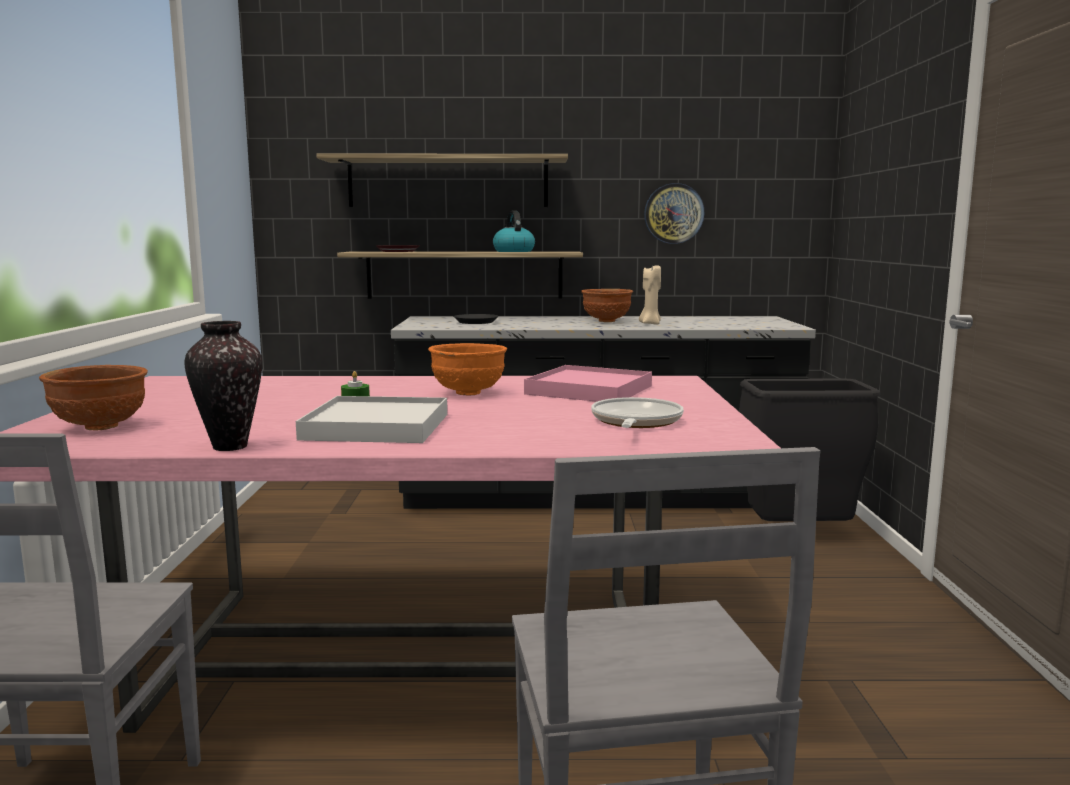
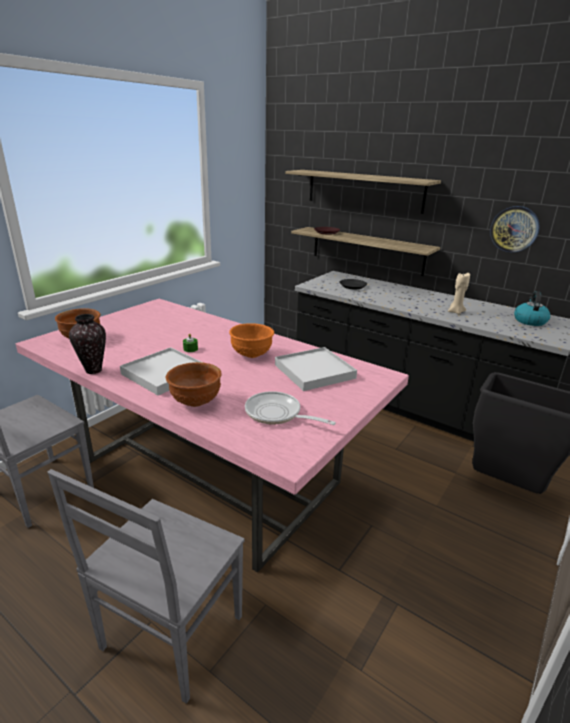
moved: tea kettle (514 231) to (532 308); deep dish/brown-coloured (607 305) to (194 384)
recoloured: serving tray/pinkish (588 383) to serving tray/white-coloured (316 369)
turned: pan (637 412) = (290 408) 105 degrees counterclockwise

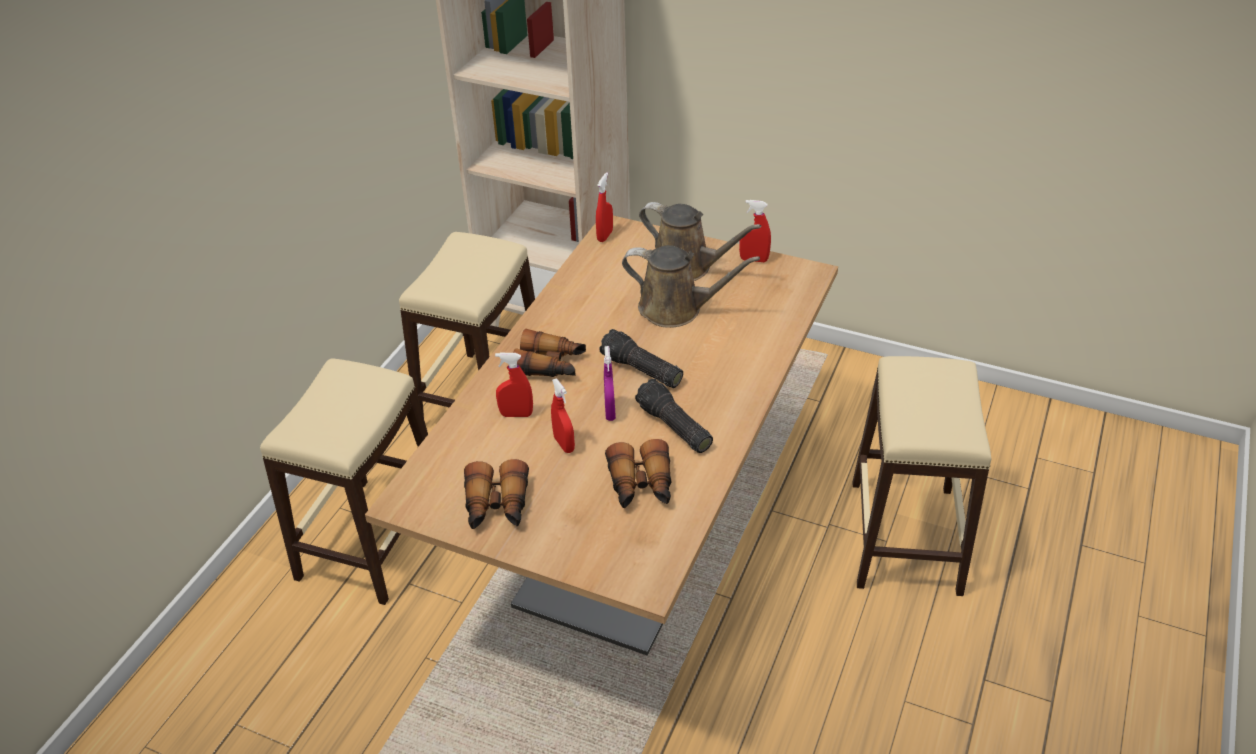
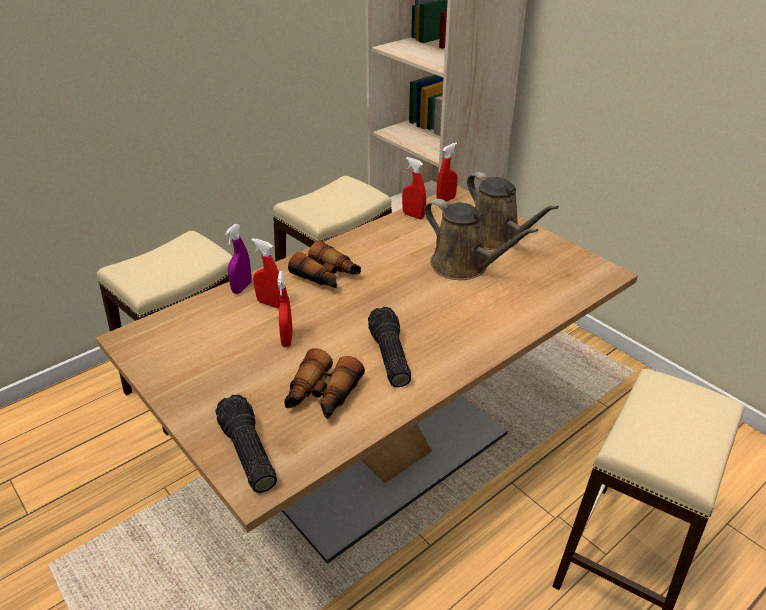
removed: binoculars (496 494)
moved: flashlight (641 358) to (246 443); spray bottle/purplish (610 383) to (238 259); spray bottle/reddish (755 231) to (414 188)

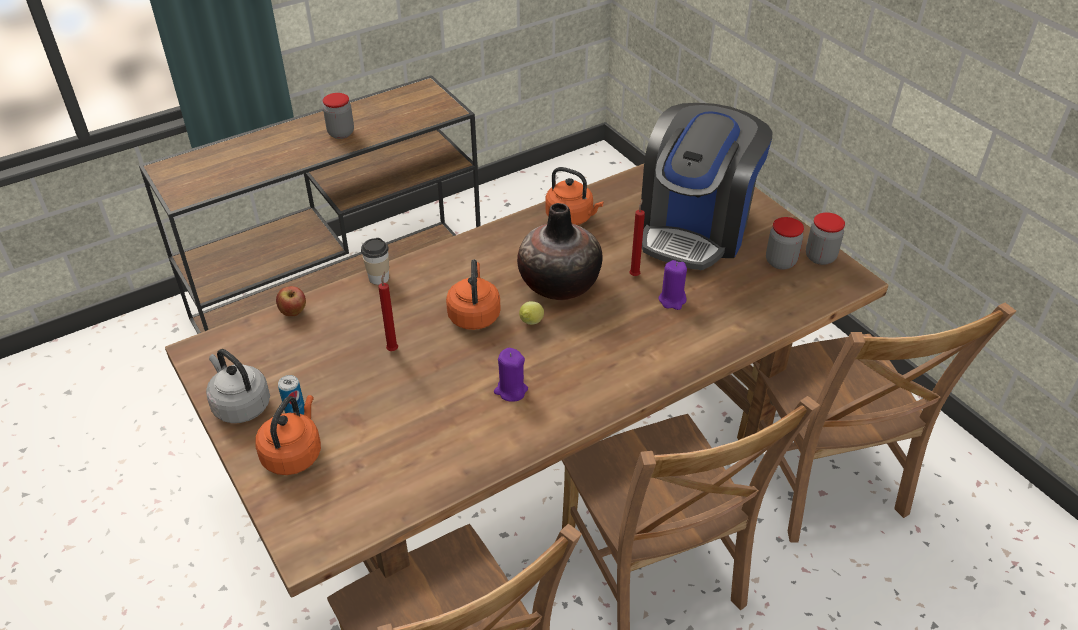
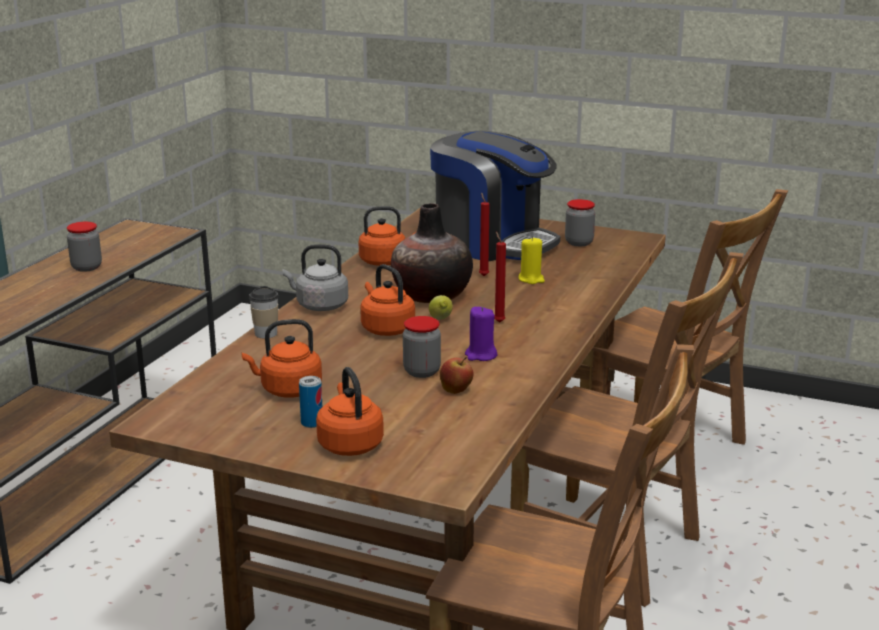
added: tea kettle/orange (282 358)
moved: tea kettle/grey (238 386) to (315 277); whole apple (291 301) to (457 375); wax candle/reddish (388 311) to (500 277); storage jar (825 238) to (422 347)
recoloured: wax candle/purplish (672 285) to wax candle/yellow-coloured (532 260)
turned: coffee maker (707 186) = (495 196) 45 degrees counterclockwise

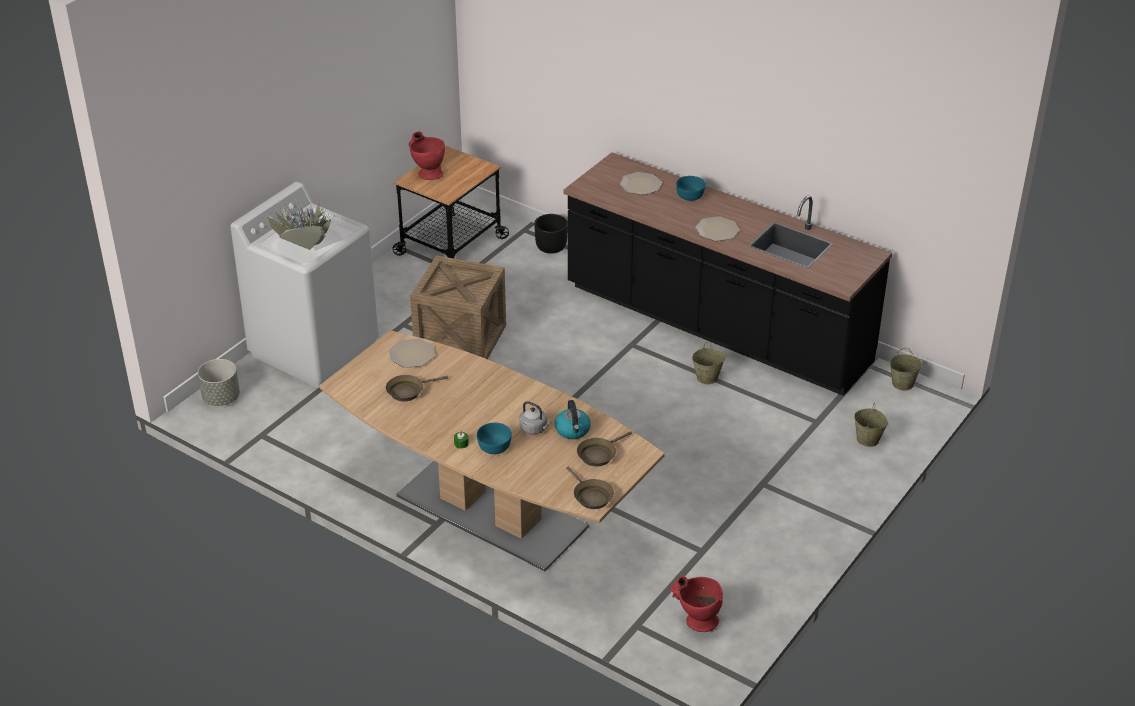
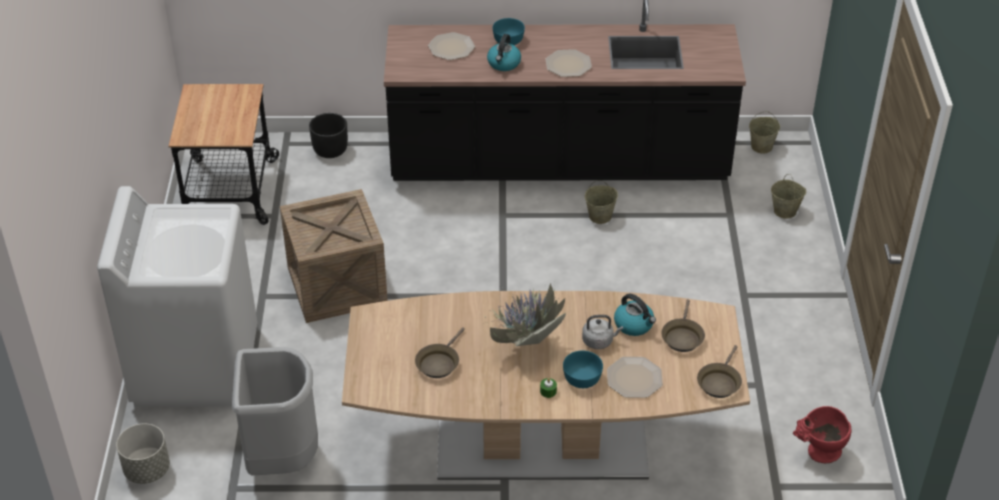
removed: vase/reddish (426 155)
added: rubbish bin/grey (275 411); tea kettle (504 52)
moved: plant in a pot (298 224) to (524 314); flat dish (412 353) to (635 377)
turned: pan/brown-coloured (590 488) = (719 371) 90 degrees clockwise

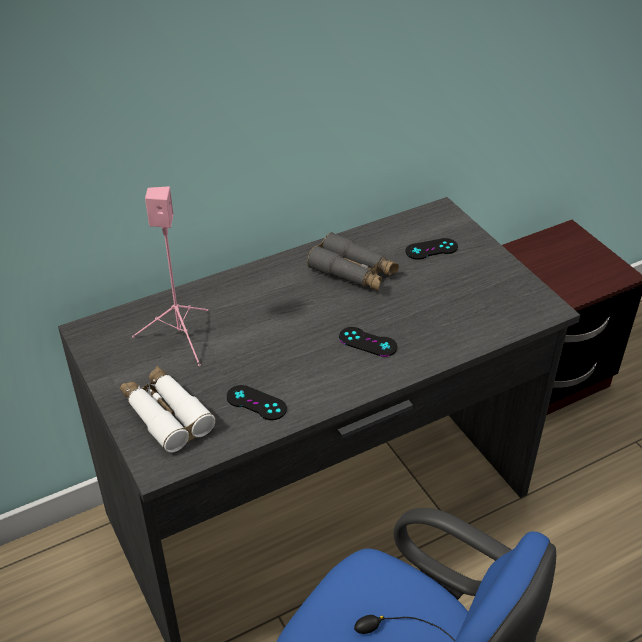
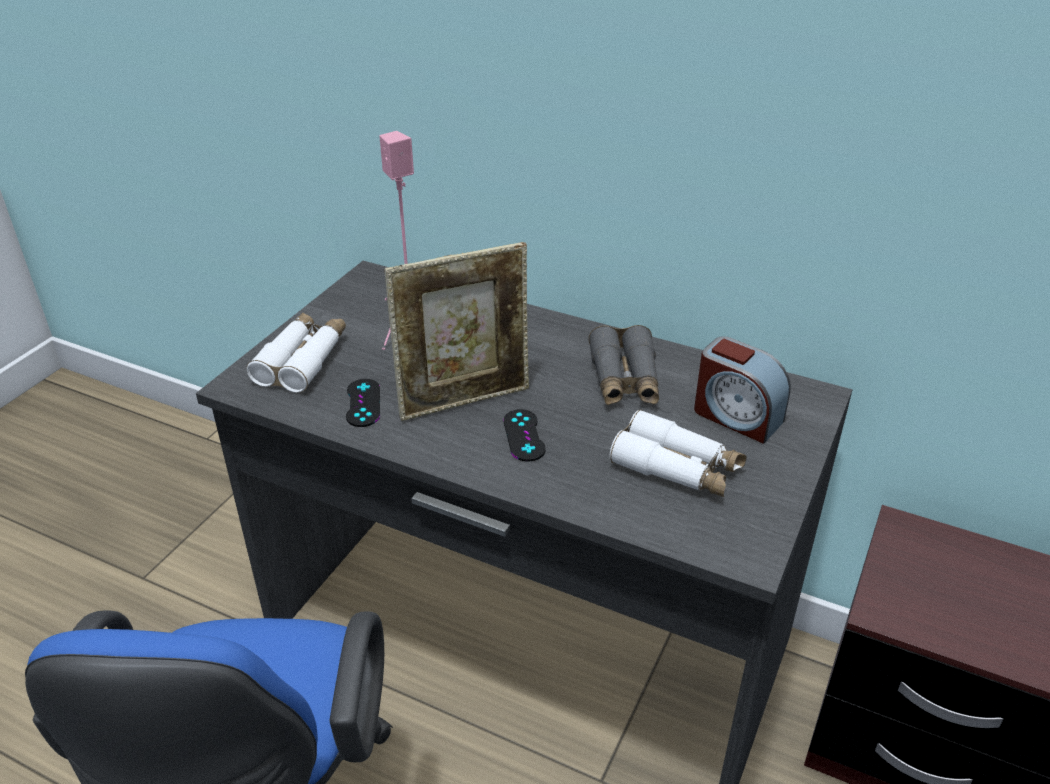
added: picture frame (456 331); binoculars/white-coloured (678 453)
replaced: game controller/black-coloured (432 249) to table clock (742 390)

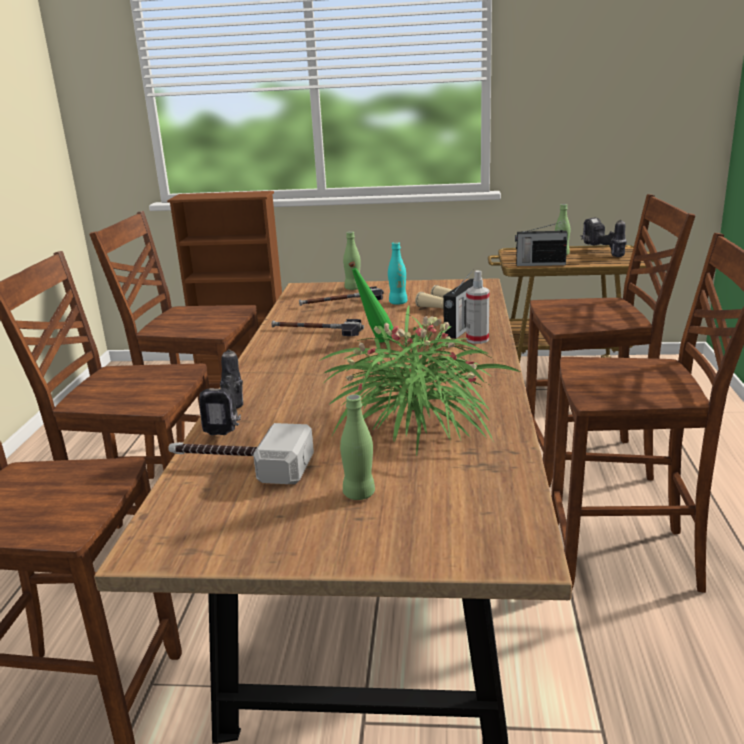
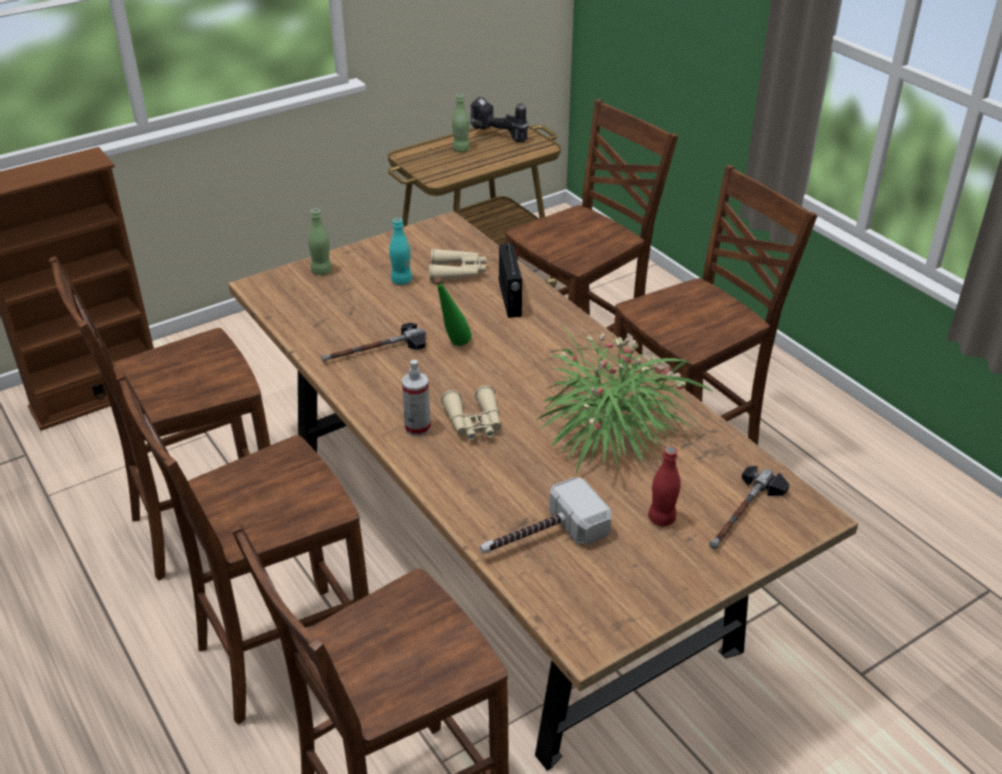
removed: power drill (221 392); radio receiver (541 244)
added: binoculars/beige (471 412)
moved: hand hammer (341 296) to (749 507); spray bottle (477 307) to (416 398)
recoloured: drink bottle/green-coloured (357 447) to drink bottle/reddish (664 486)

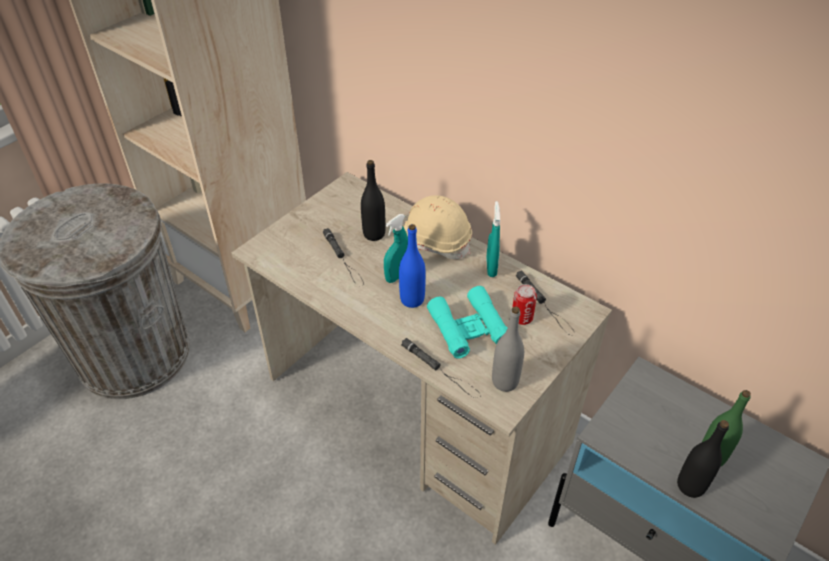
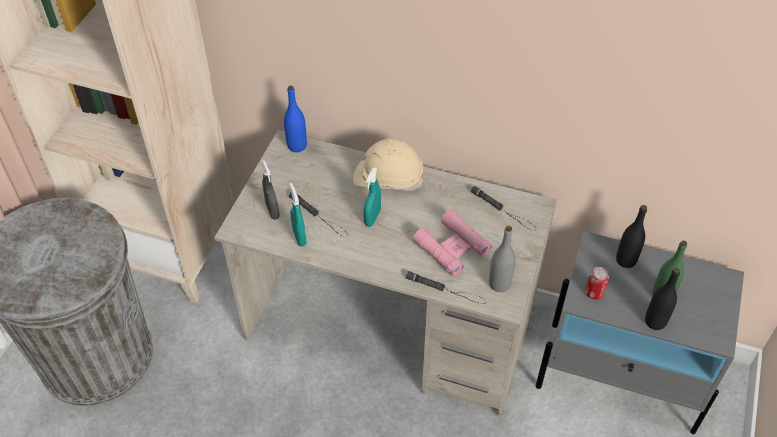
added: spray bottle/grey (270 190)
moved: drink bottle/black-coloured (373 200) to (631 236); drink bottle/blue (412 266) to (295 119); spray bottle/blue-green (493 239) to (298 215); metal can (524 304) to (597 283)
recoloured: binoculars/blue-green (467 322) to binoculars/pinkish (452 242)

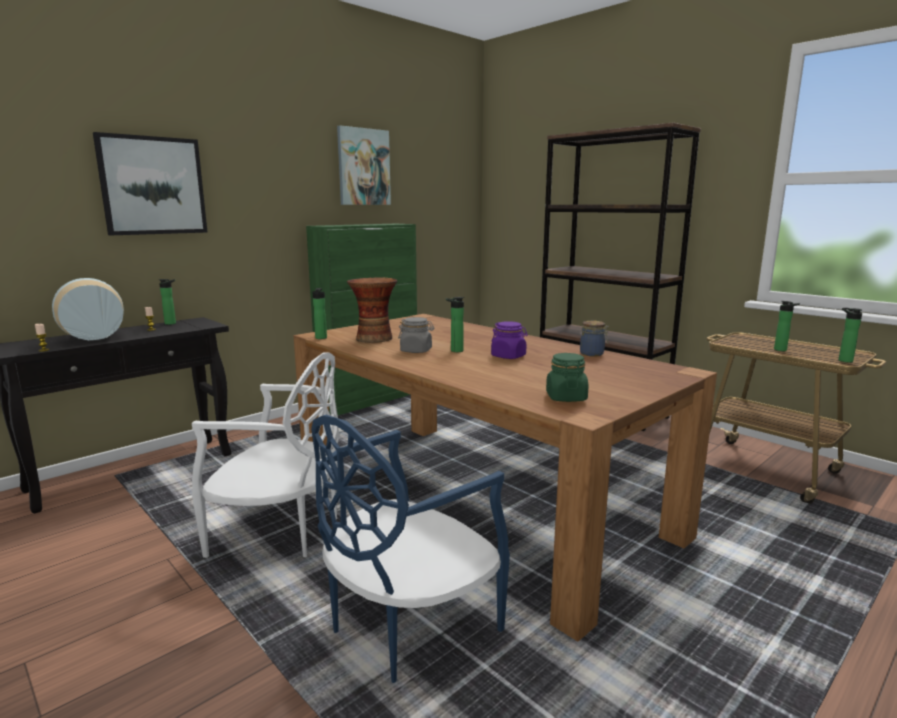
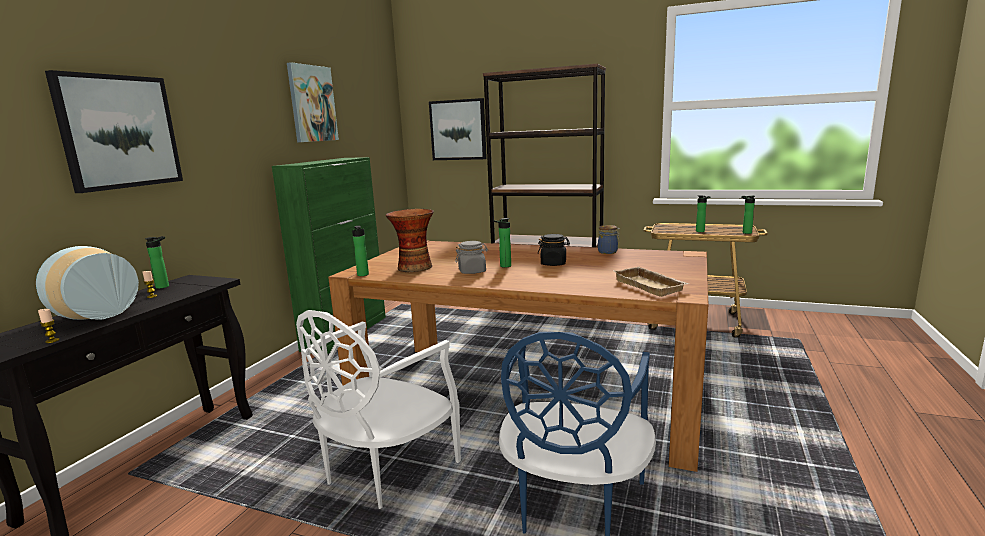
added: picture (458 129)
replaced: storage jar/green-coloured (567 377) to serving tray/beige (651 282)
recoloured: storage jar/purplish (509 340) to storage jar/black-coloured (554 250)
turned: plain chair/white-coloured (266 455) = (378 409) 135 degrees clockwise

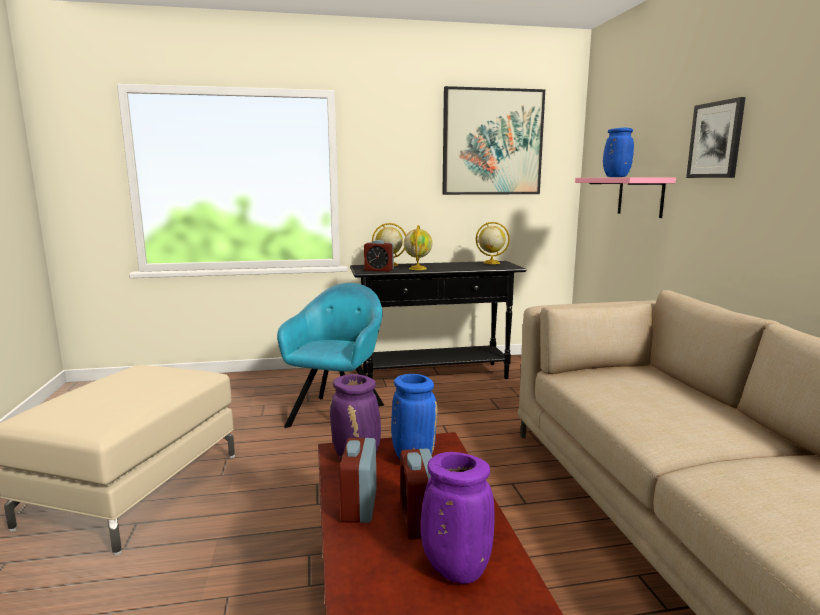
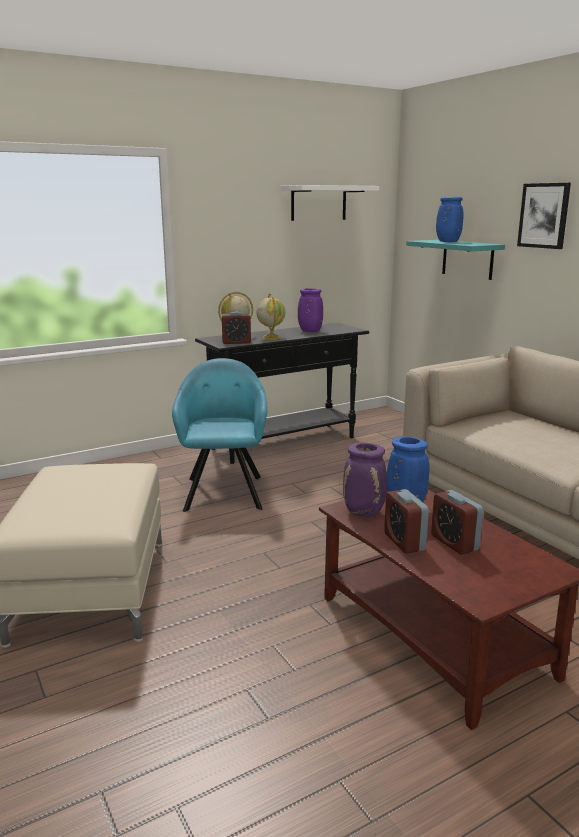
removed: desk globe (493 243)
moved: vase/purplish (458 518) to (310 310)
replaced: picture (493 140) to shelf/white-coloured (329 203)
recoloured: shelf/pinkish (625 197) to shelf/blue-green (455 260)

